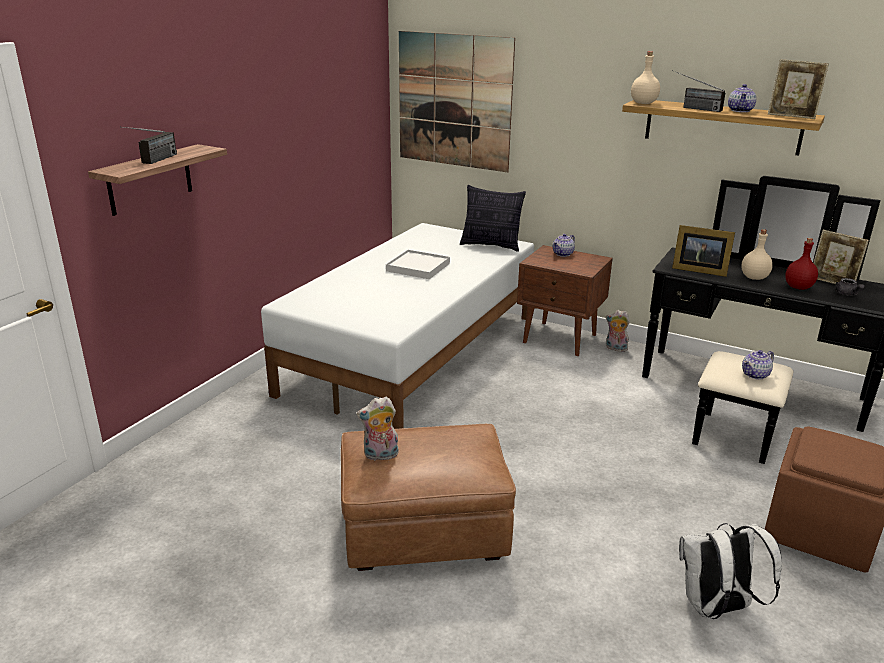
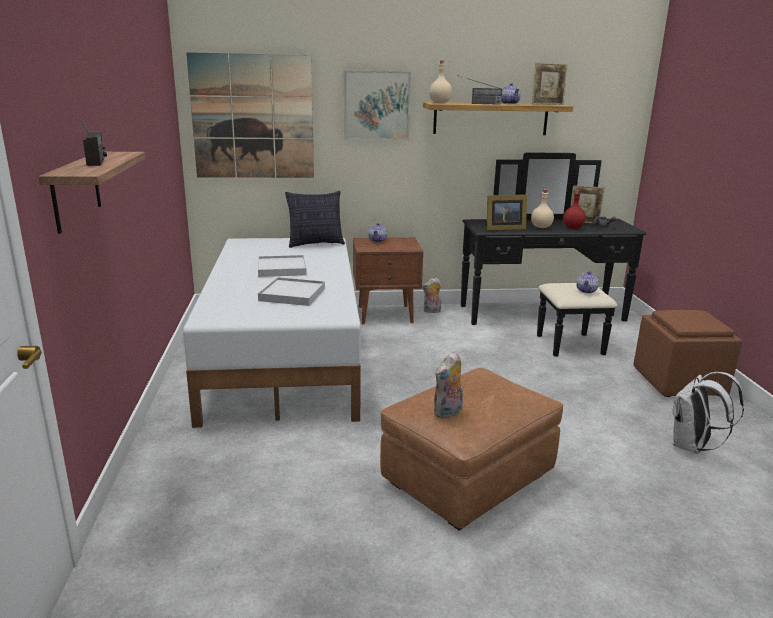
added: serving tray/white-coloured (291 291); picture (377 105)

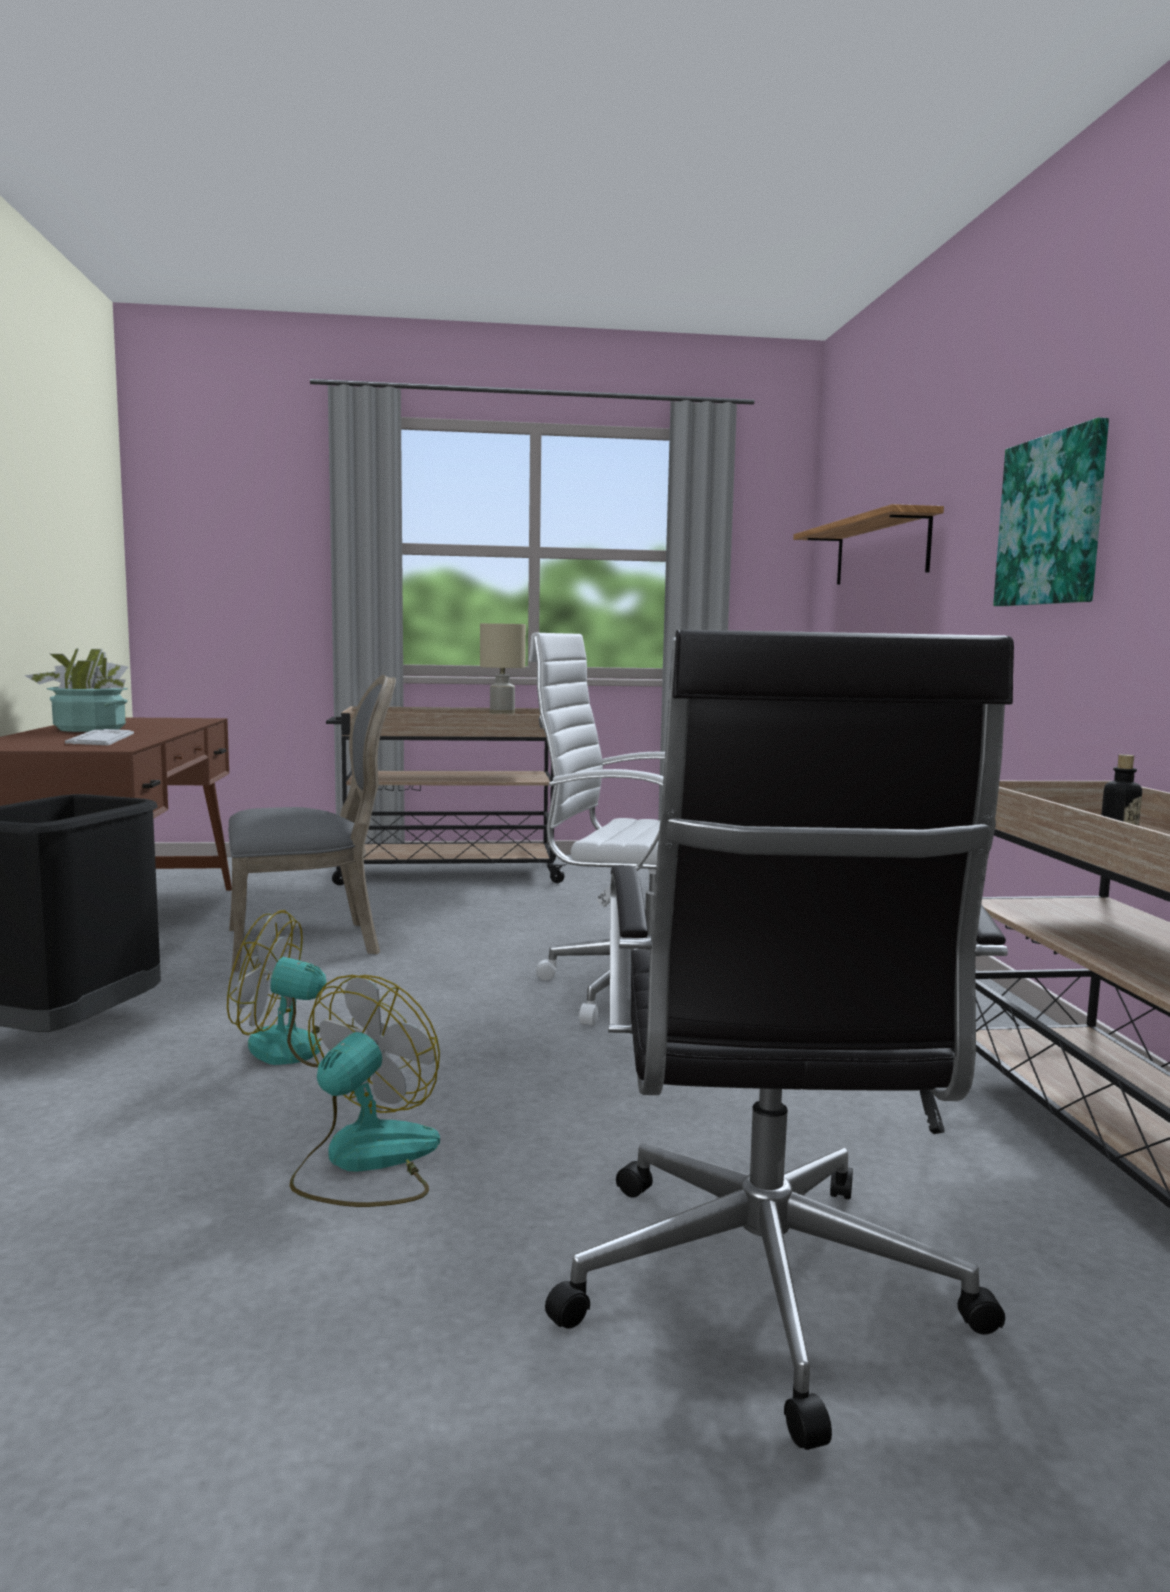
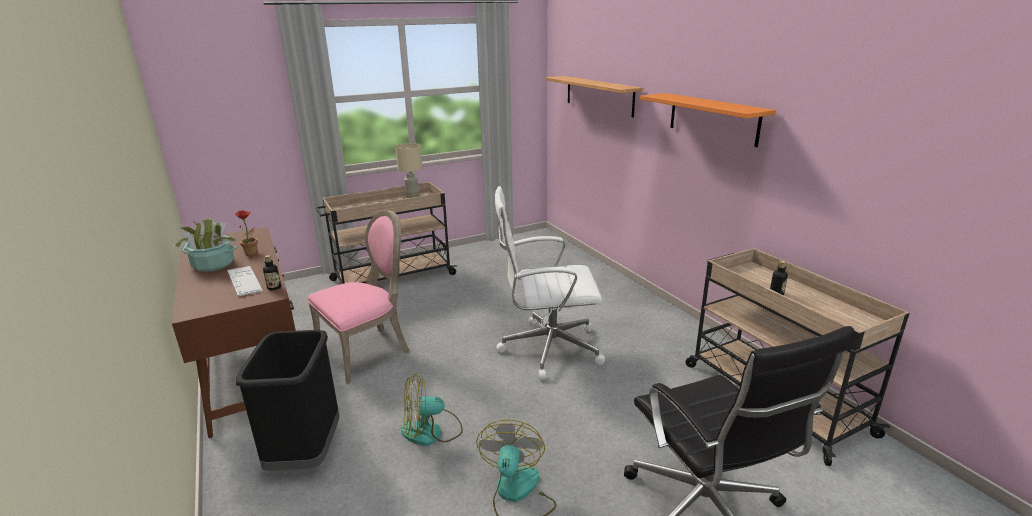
added: plant in a pot (246 233); drink bottle (272 272)
replaced: picture (1051 512) to shelf/orange (708 120)
recoloured: plain chair/grey (312 823) to plain chair/pinkish (359 297)

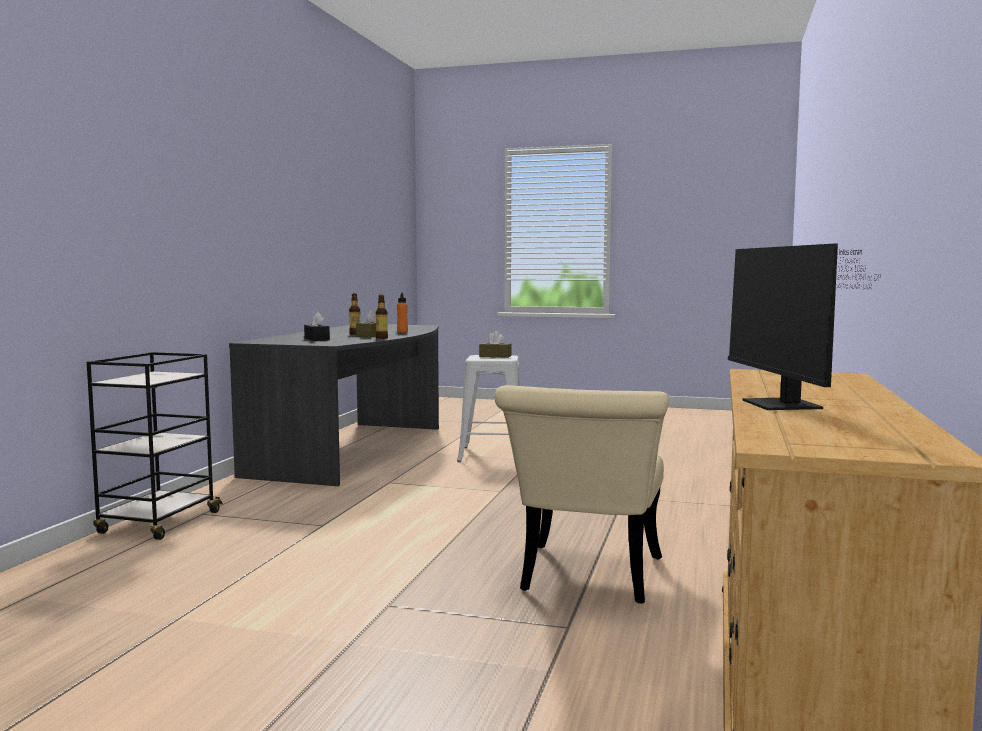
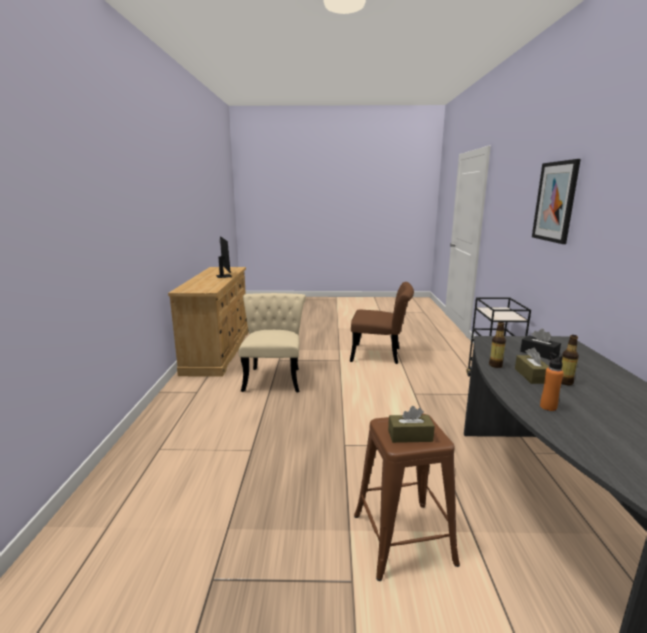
added: plain chair/brown-coloured (382 323); picture (556 201)
recoloured: sitting stool/white-coloured (488 408) to sitting stool/brown-coloured (407 497)

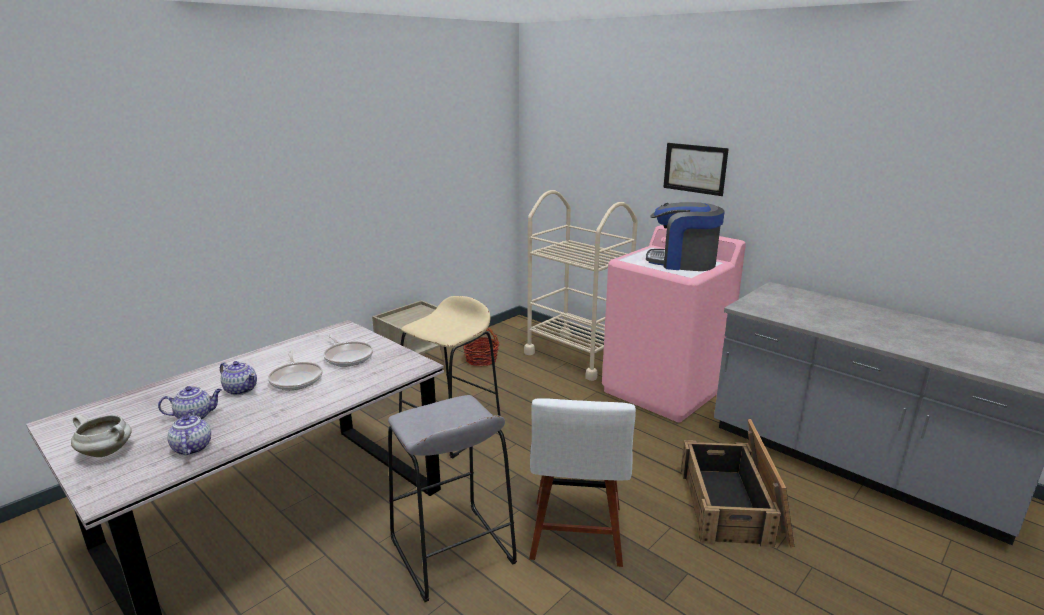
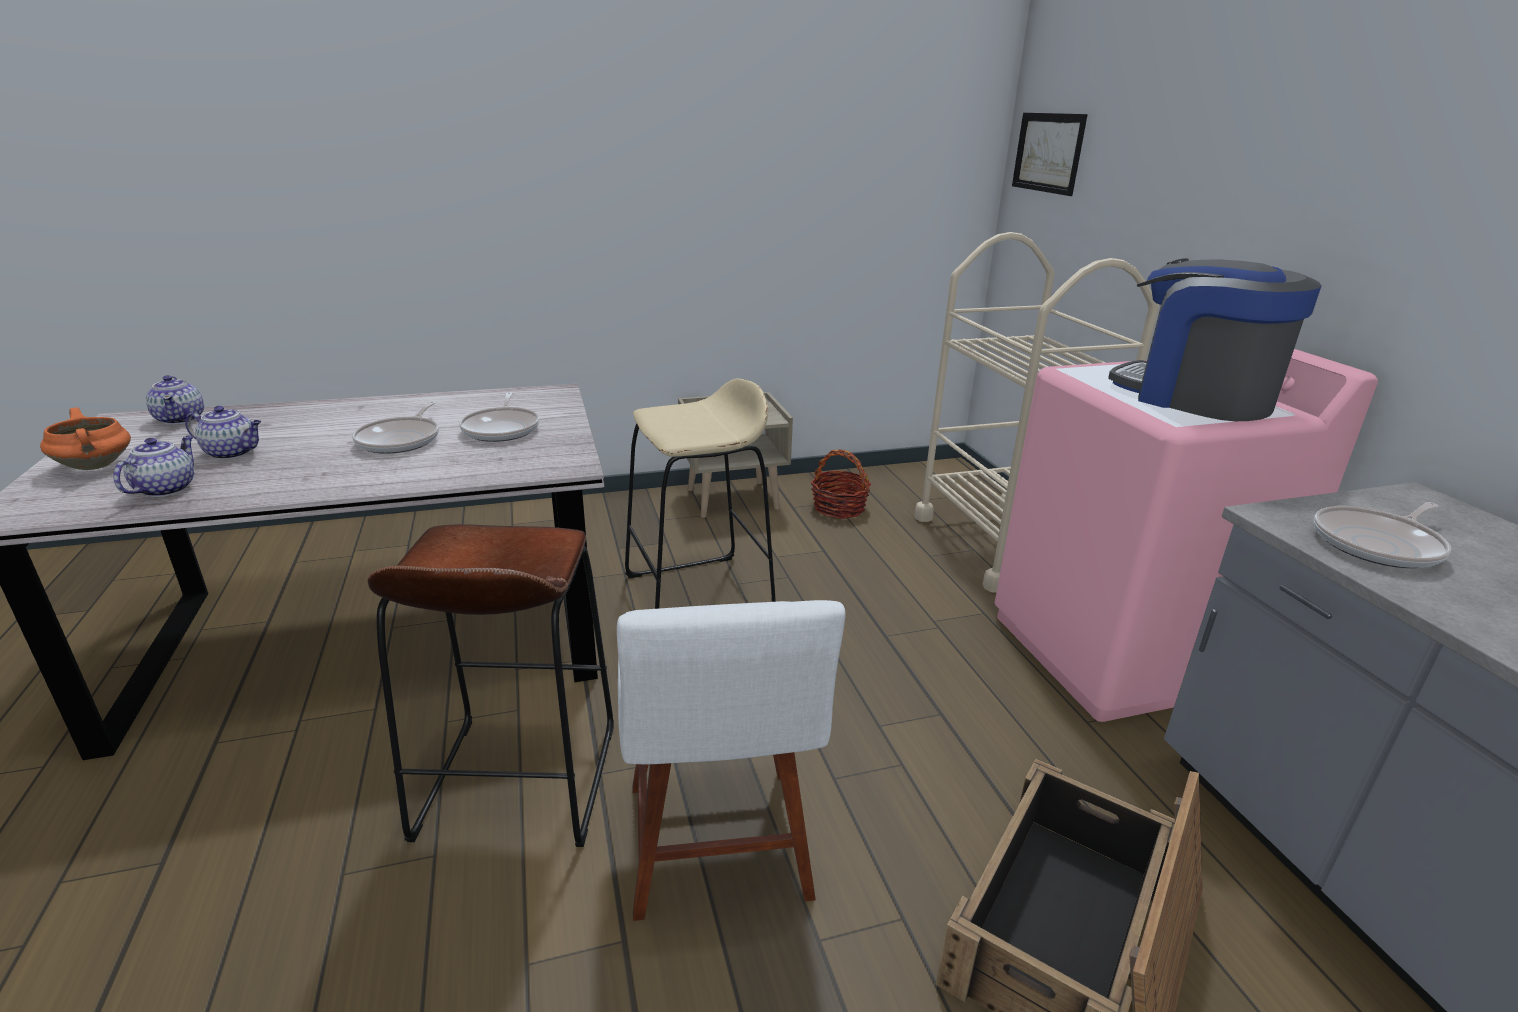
added: pan (1382 535)
moved: pot for tea (238 378) to (175 400); picture (696 169) to (1050 154)
recoloured: cooking pot/white-coloured (101 436) to cooking pot/orange (85 438); sitting stool/grey (452 498) to sitting stool/brown-coloured (491 685)
turned: plain chair/white-coloured (582 482) = (731 760) 45 degrees counterclockwise

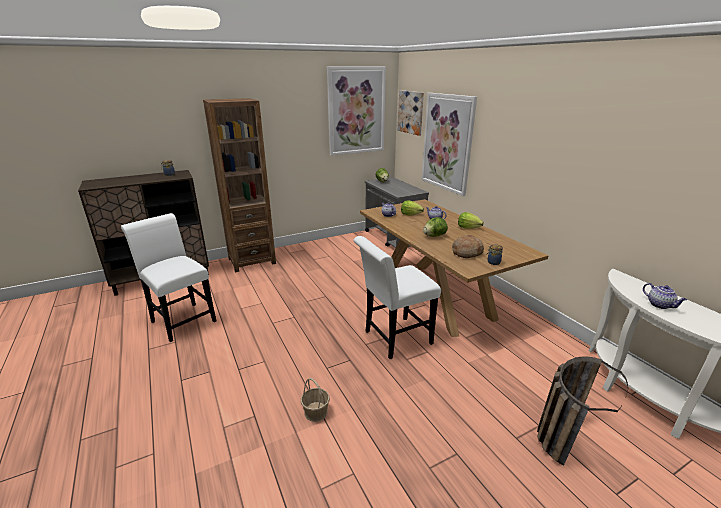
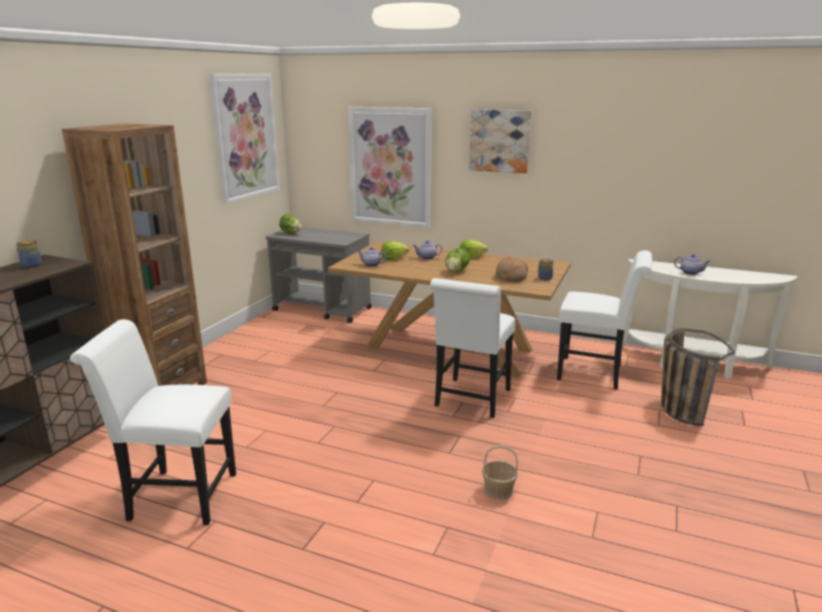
added: plain chair/white-coloured (604 319)
moved: picture (411 113) to (500 141)

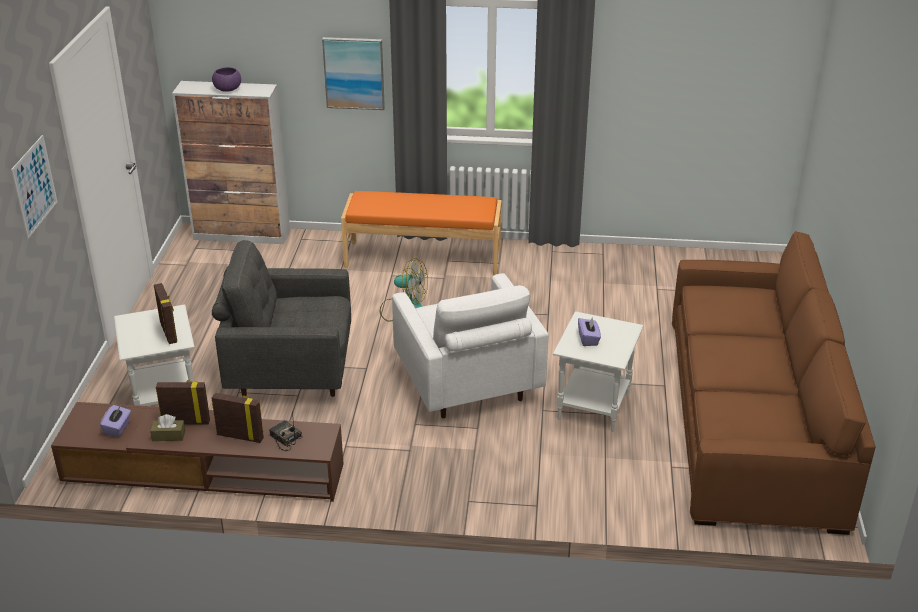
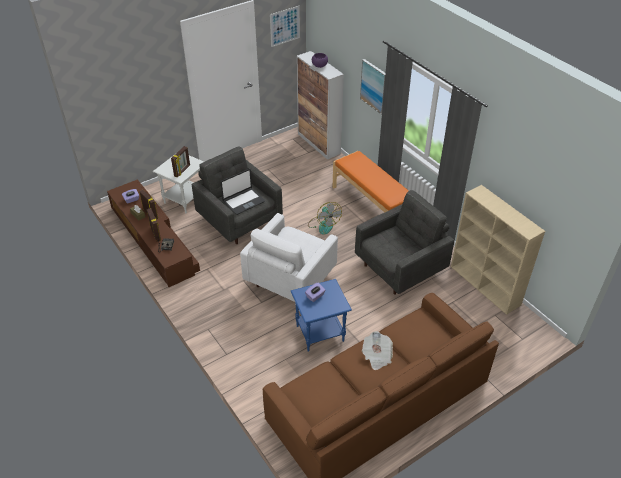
added: laptop (243 192); armchair/grey (405 242); daily paper (377 350); shelving unit/beige (498 250)
moved: picture (34 187) to (285 26)
recoloured: end table/white-coloured (598 371) to end table/blue (321 315)

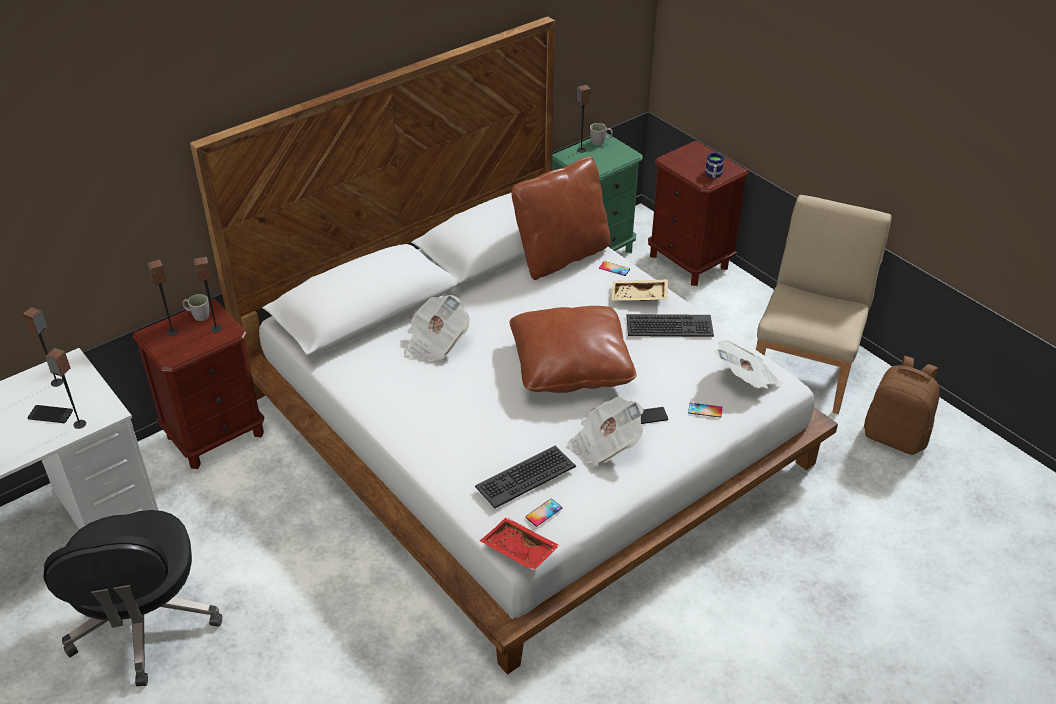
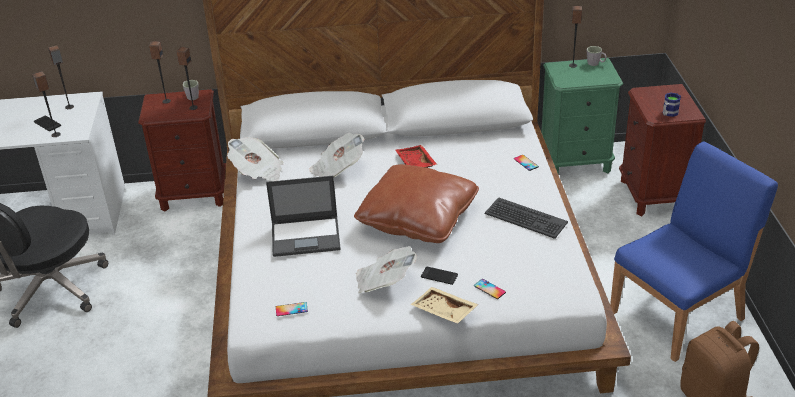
removed: PC keyboard (525 477); pillow/brown-coloured (560 218)
added: laptop (303 216)
moved: serving tray/reddish (520 543) to (416 156); serving tray/beige (639 290) to (445 305); daily paper (748 365) to (255 159)
recoloured: plain chair/beige (824 304) to plain chair/blue (694 252)

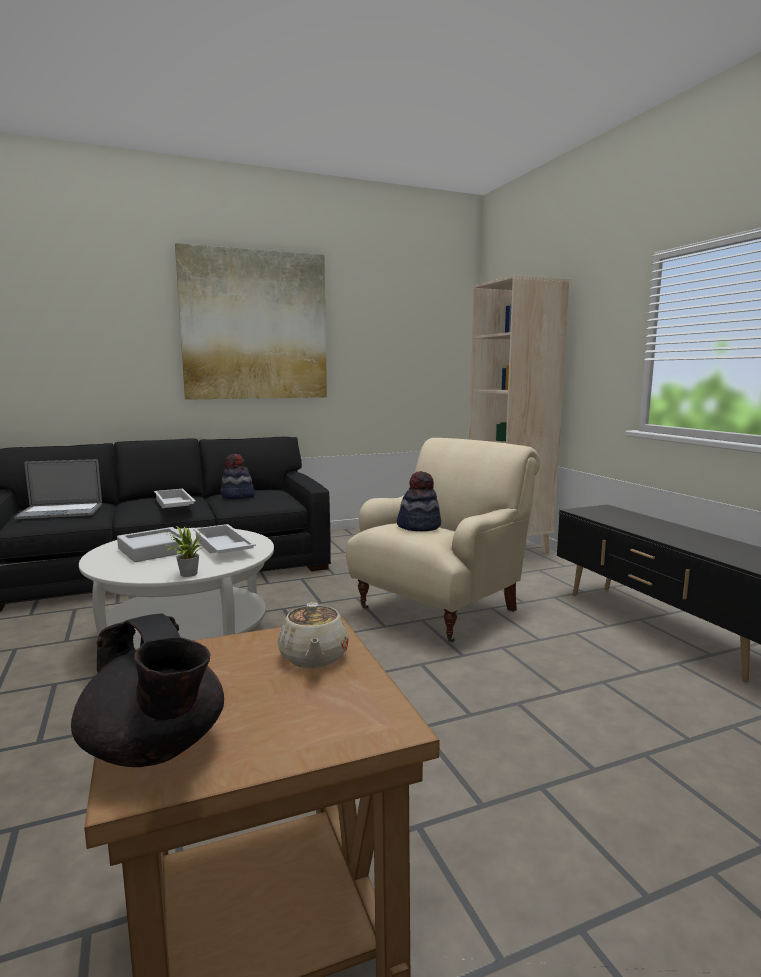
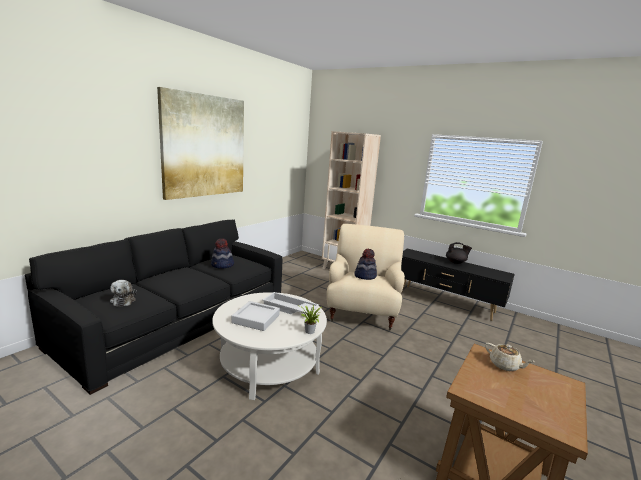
removed: serving tray/white-coloured (175 498)
moved: pot for tea/black-coloured (147 690) to (459 253)
replaced: laptop (58 489) to soft toy (123 293)

